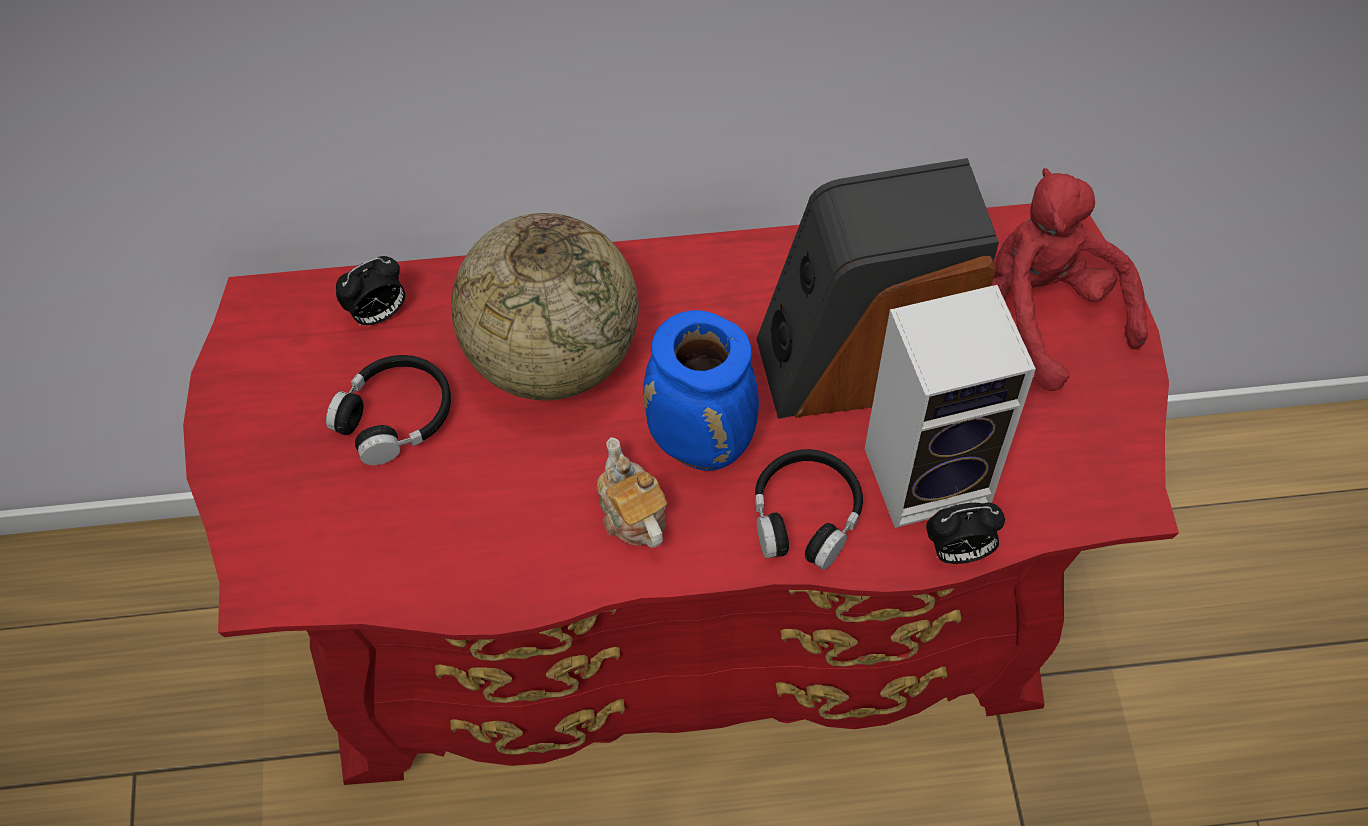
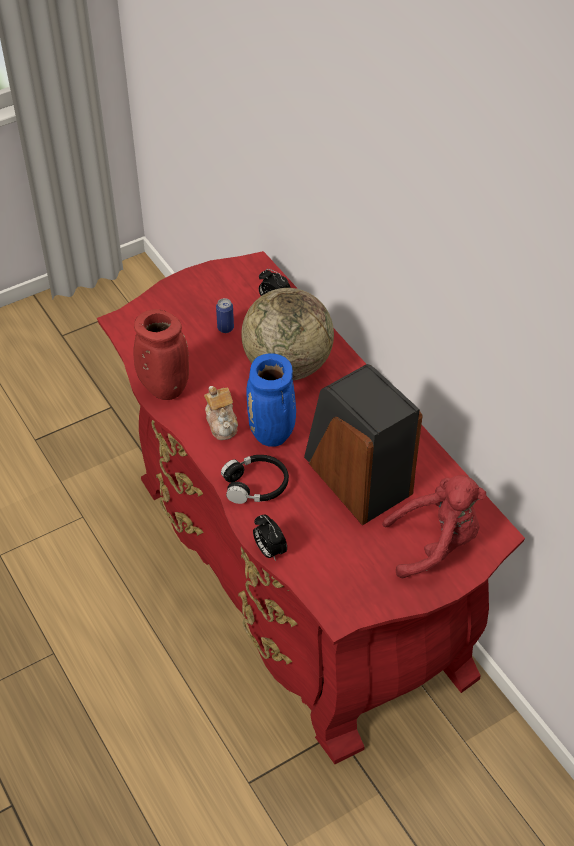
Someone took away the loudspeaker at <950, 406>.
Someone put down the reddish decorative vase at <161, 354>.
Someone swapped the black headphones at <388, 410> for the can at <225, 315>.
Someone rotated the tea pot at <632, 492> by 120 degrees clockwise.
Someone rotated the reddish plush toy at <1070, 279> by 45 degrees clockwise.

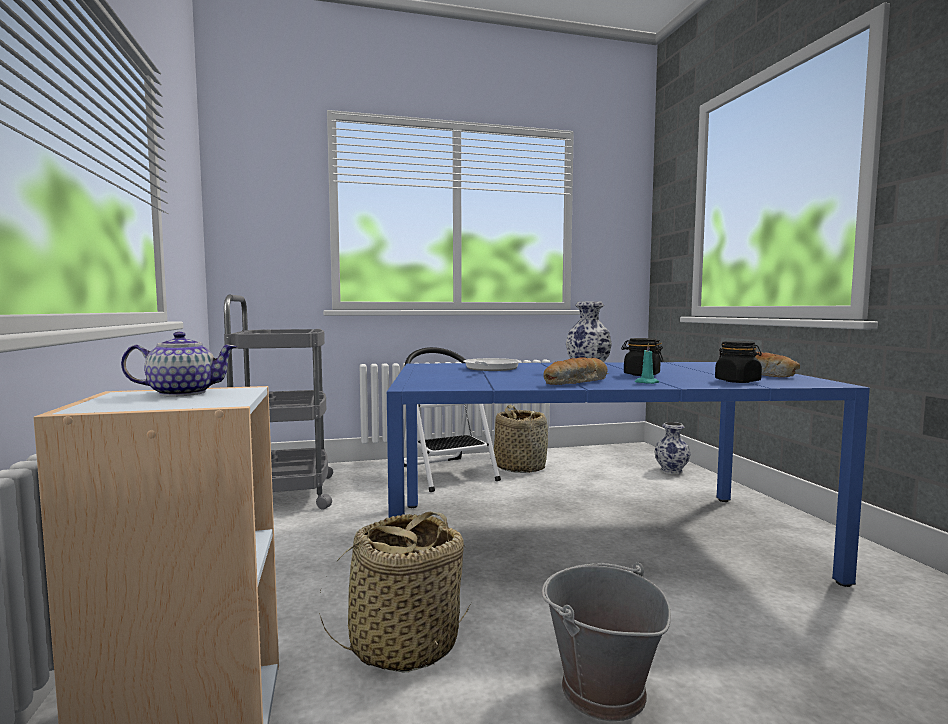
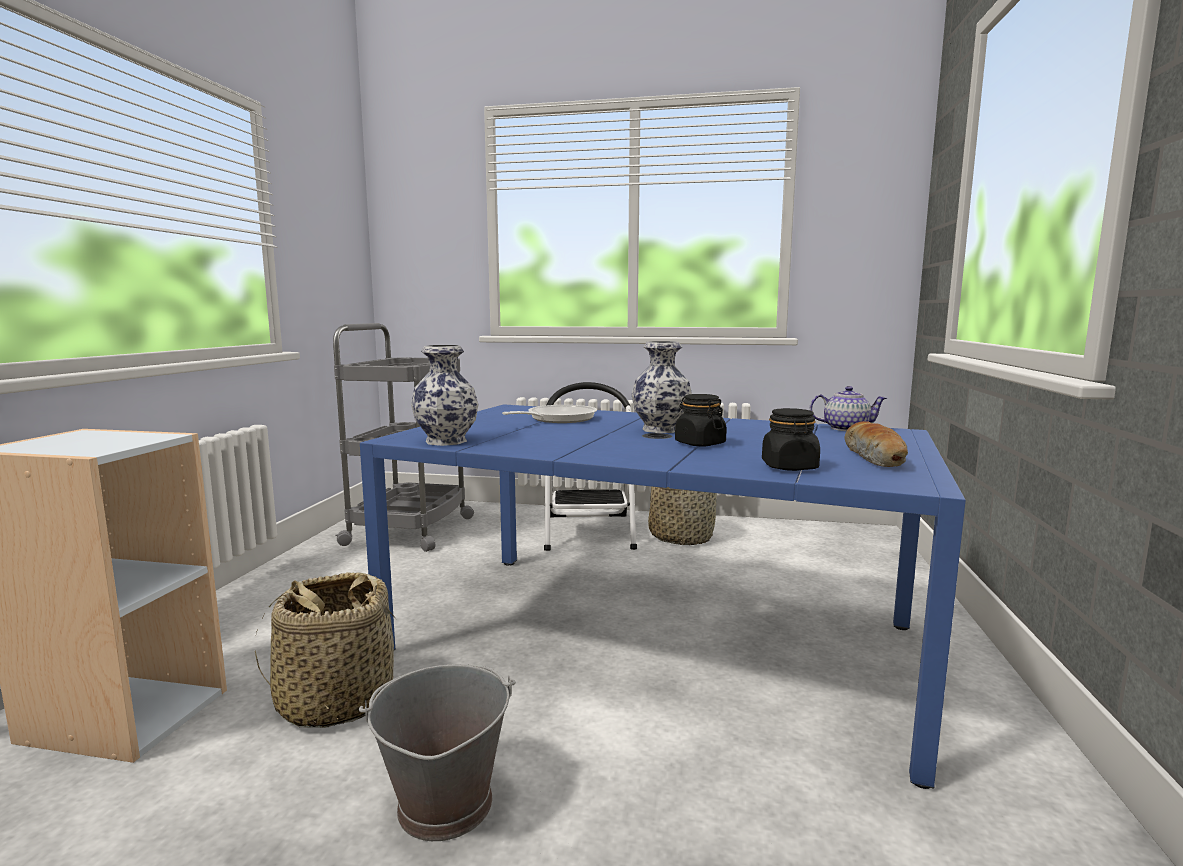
Someone took away the bakery bread at <575, 371>.
Someone took away the turquoise candle at <647, 363>.
Someone carried the tea pot from <179, 364> to <848, 408>.
Someone carried the decorative vase from <672, 448> to <445, 395>.

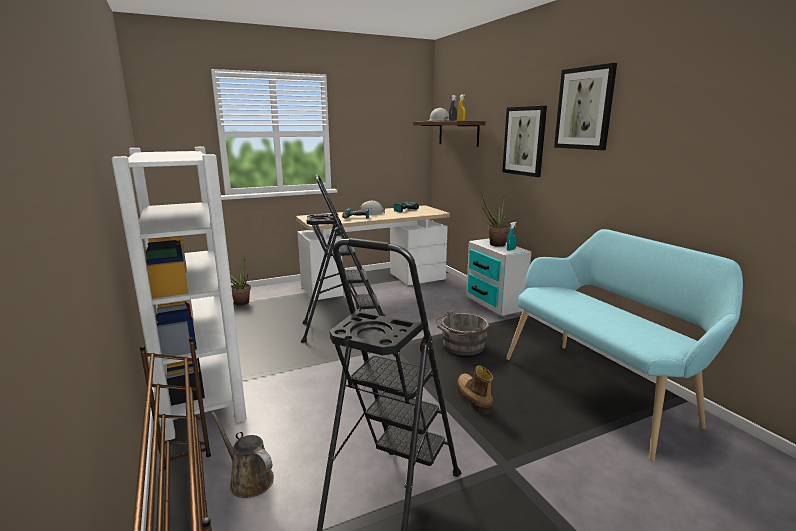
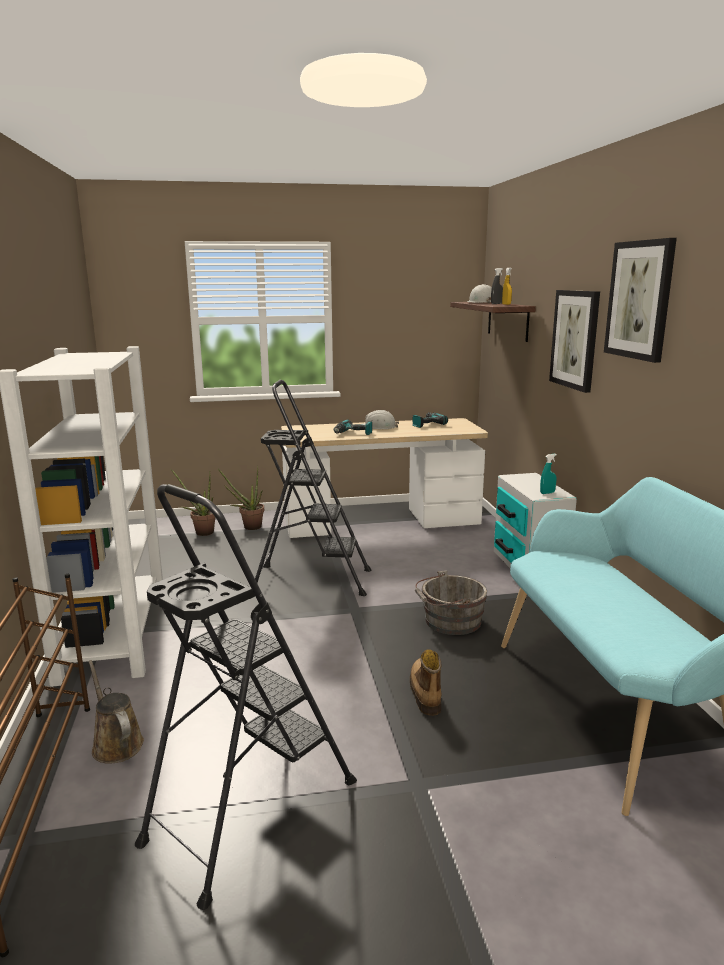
Someone carried the potted plant from <495, 219> to <241, 497>.

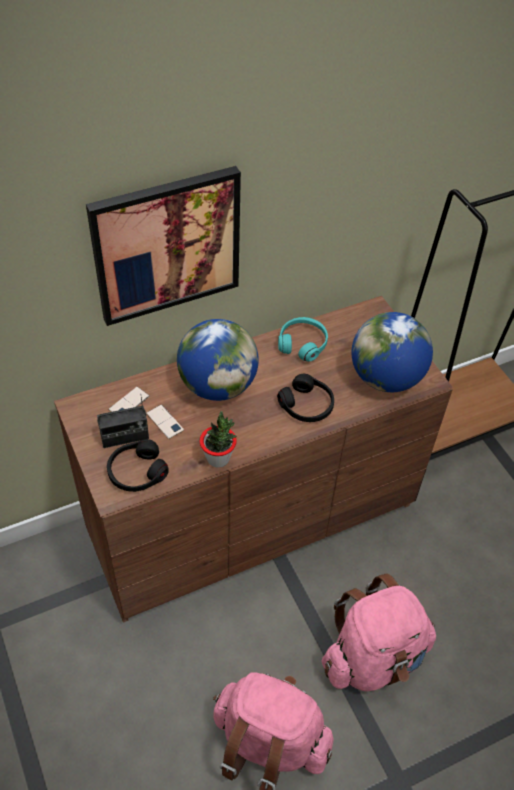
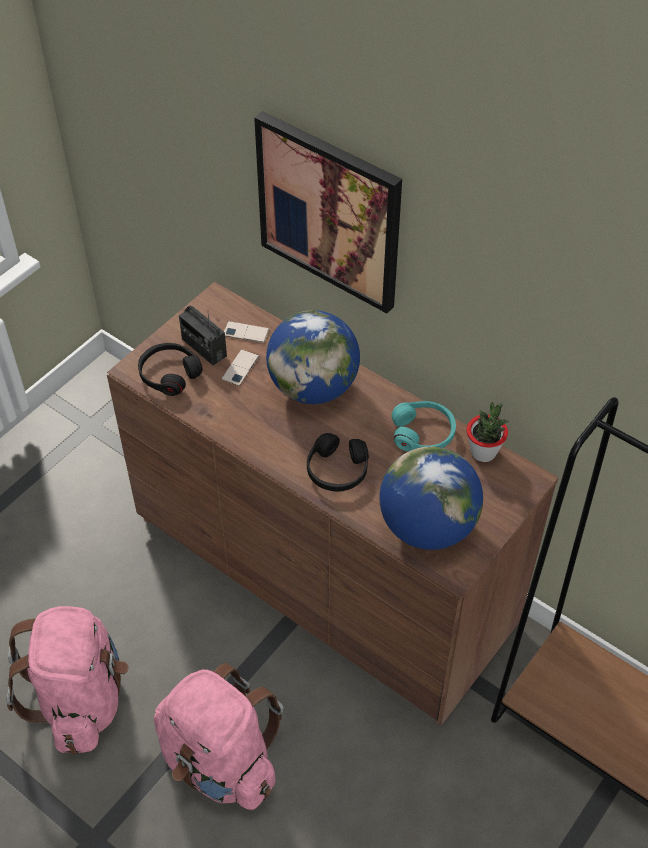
Someone carried the potted plant from <218, 439> to <487, 432>.

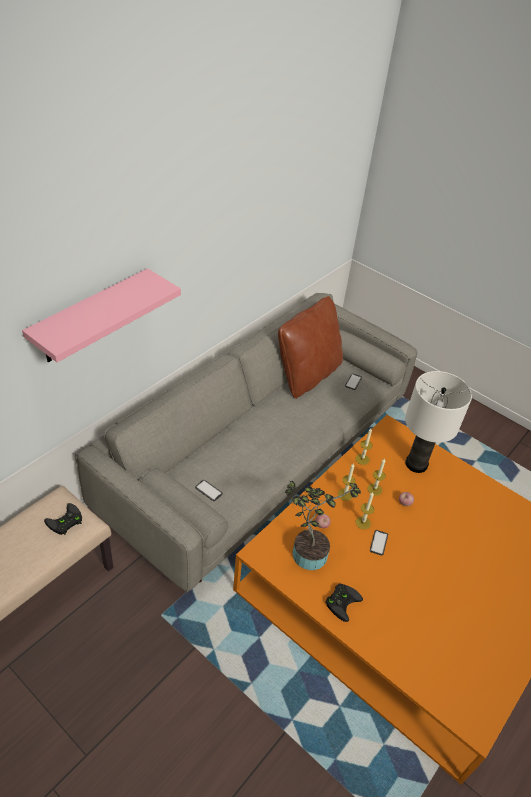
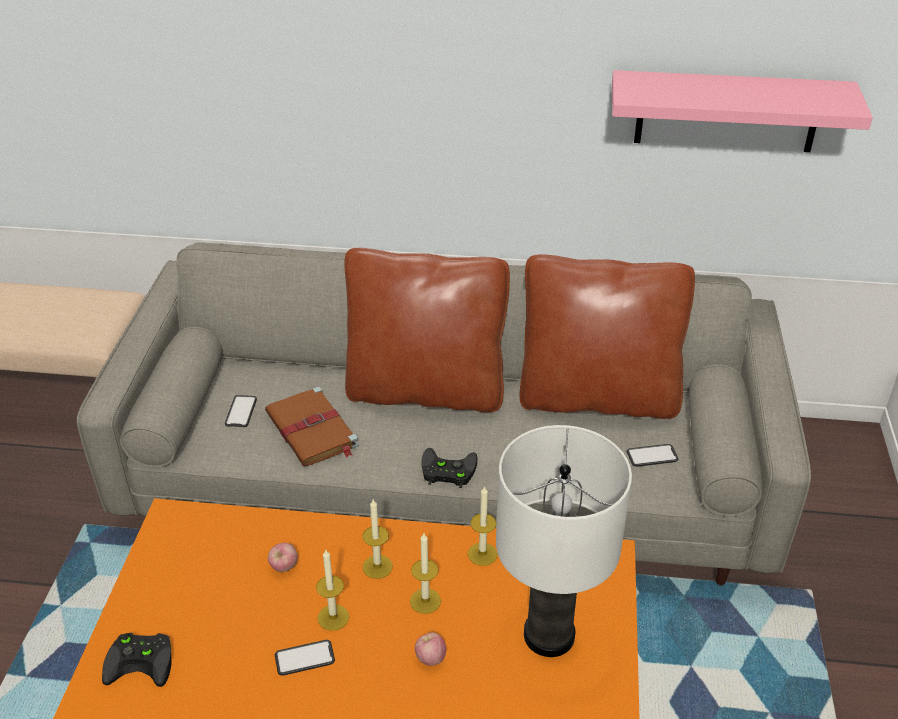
Someone took away the potted plant at <323, 525>.
Someone put down the brown-coloured book at <312, 426>.
Someone put down the brown-coloured throw pillow at <427, 330>.
Someone carried the pink-coloured bracket shelf from <101, 315> to <742, 111>.
Someone carried the black game controller from <63, 519> to <449, 468>.

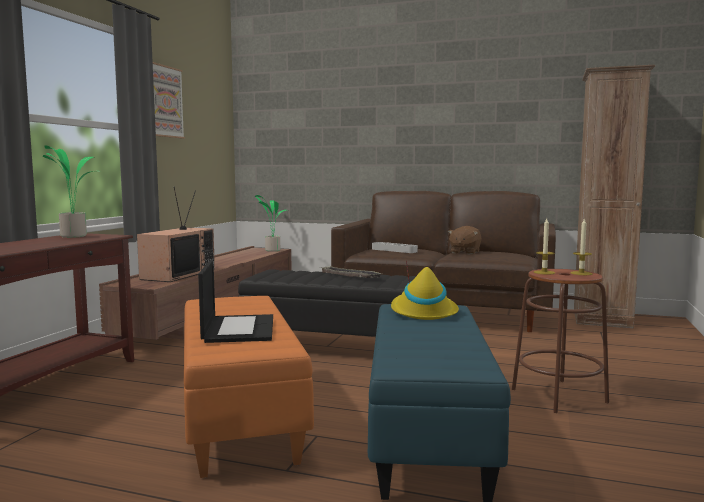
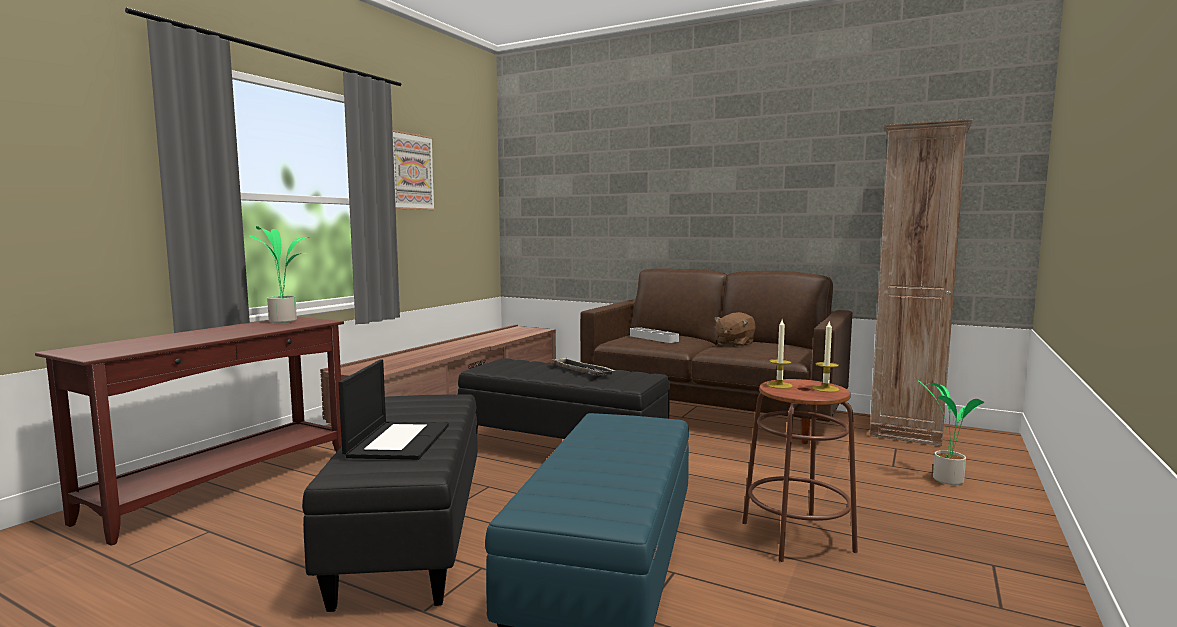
Someone took away the TV set at <176, 234>.
Someone took away the yellowish clothing hat at <425, 290>.
Someone carried the potted plant from <270, 223> to <951, 432>.
Someone repainted the orange-coloured pouffe at <249, 387>, which became the black pouffe at <390, 503>.

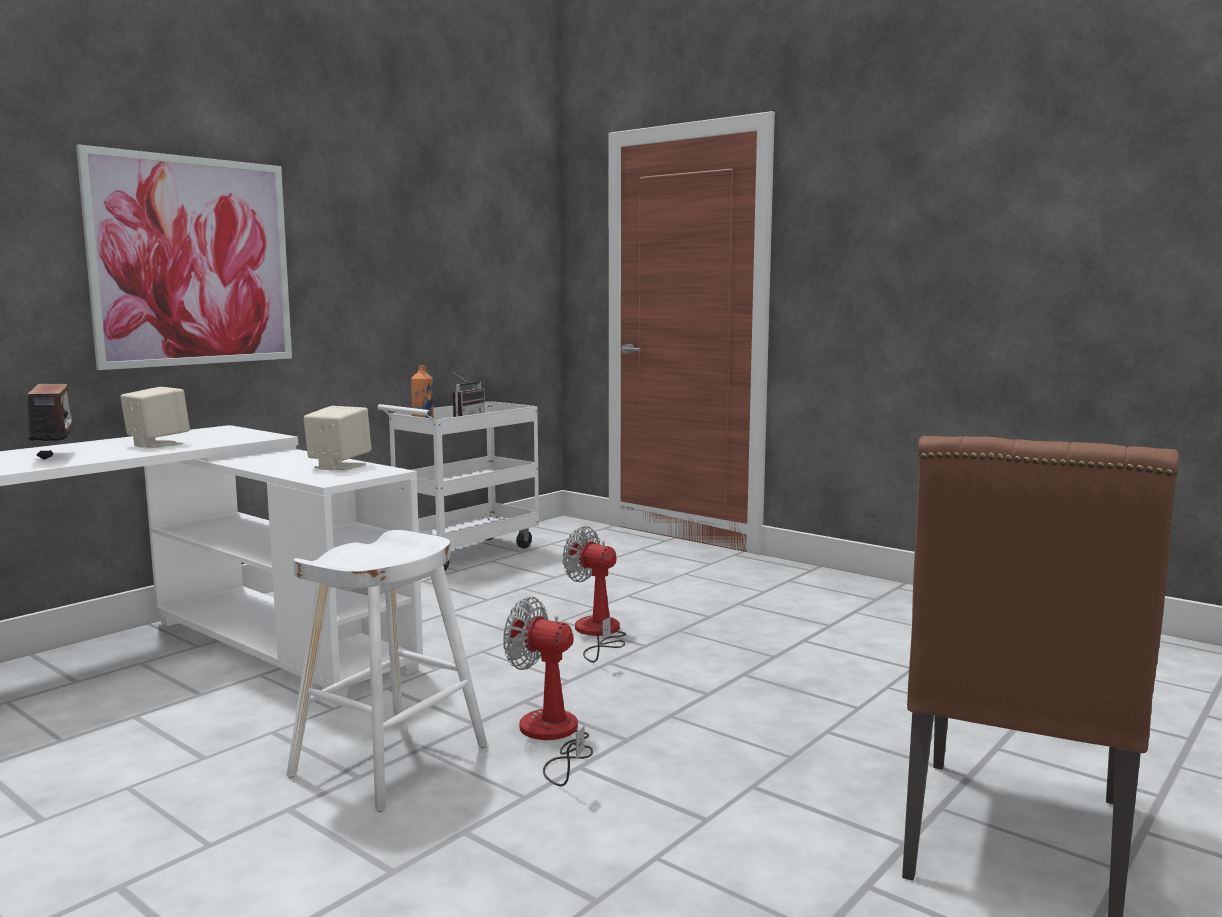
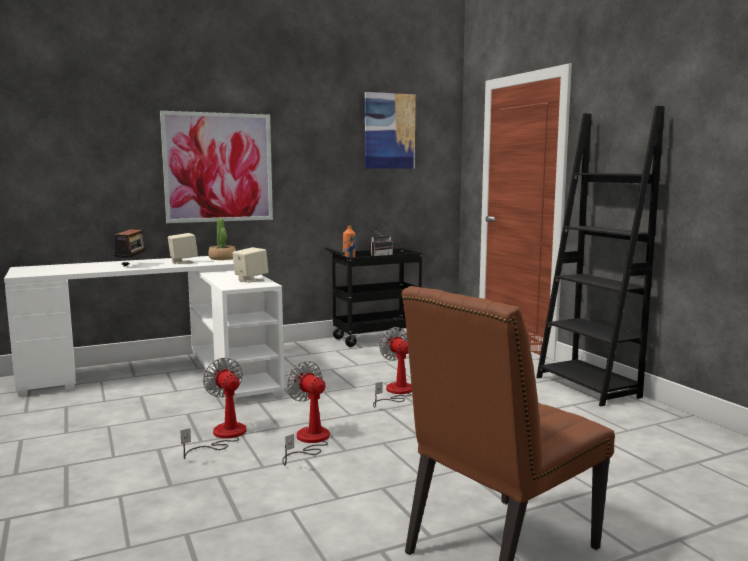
Someone put down the potted plant at <222, 239>.
Someone put up the wall art at <390, 130>.
Someone put down the black shelving unit at <600, 256>.
Someone swapped the white-coloured stool seat at <386, 671> for the electric fan at <213, 408>.
Someone repainted the white-coloured cart at <458, 485>, which became the black cart at <373, 297>.

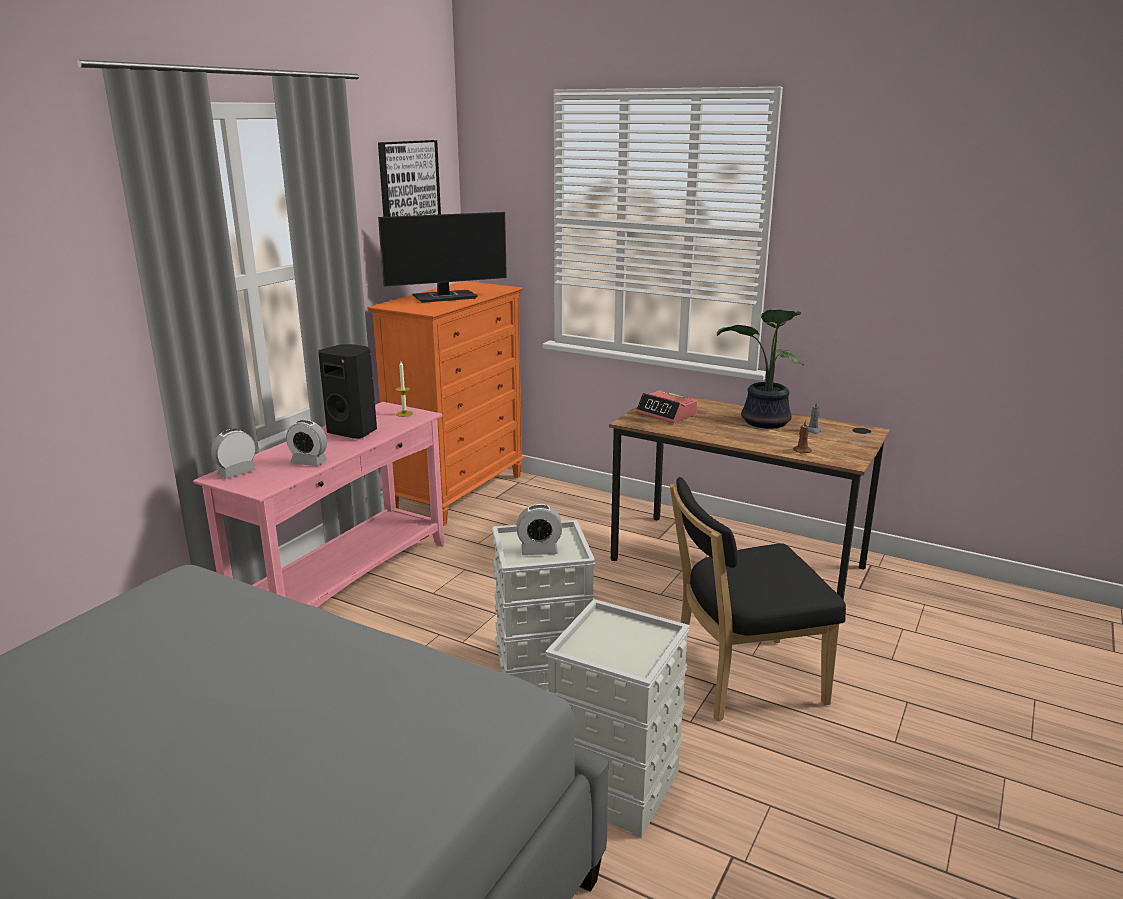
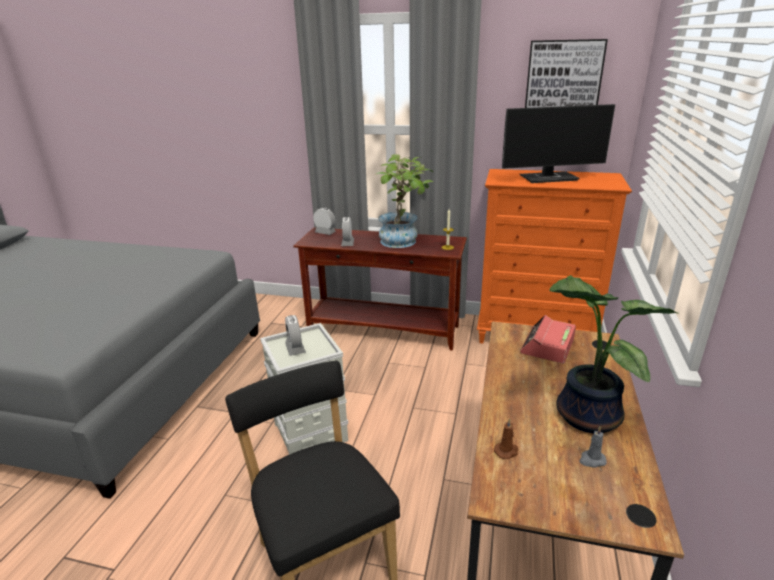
Someone took away the grey storage box at <617, 718>.
Someone swapped the black loudspeaker at <347, 391> for the potted plant at <404, 201>.
Someone repainted the pink-coloured hall table at <318, 504>, which became the brown-coloured hall table at <380, 289>.
Someone rotated the monitor at <442, 257> by 60 degrees counterclockwise.

